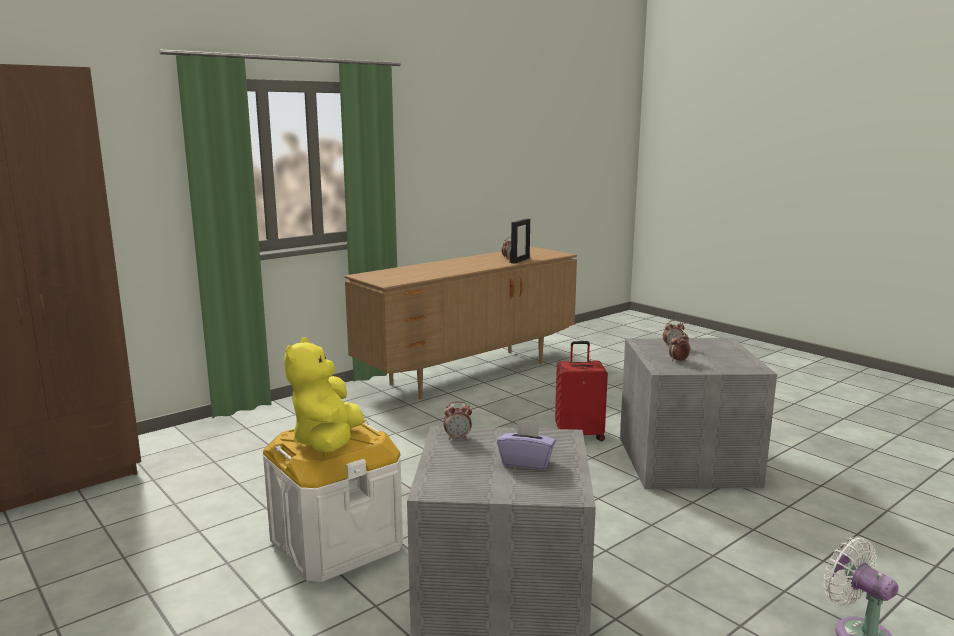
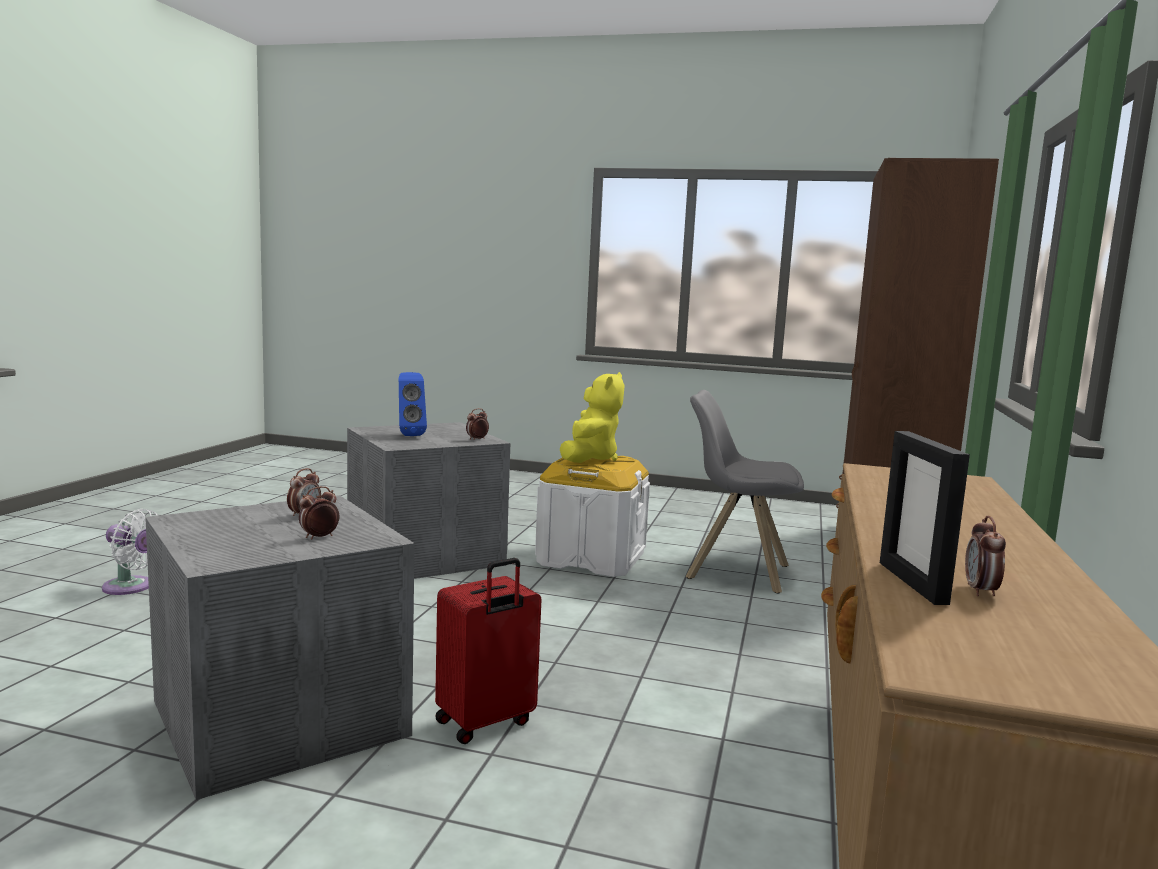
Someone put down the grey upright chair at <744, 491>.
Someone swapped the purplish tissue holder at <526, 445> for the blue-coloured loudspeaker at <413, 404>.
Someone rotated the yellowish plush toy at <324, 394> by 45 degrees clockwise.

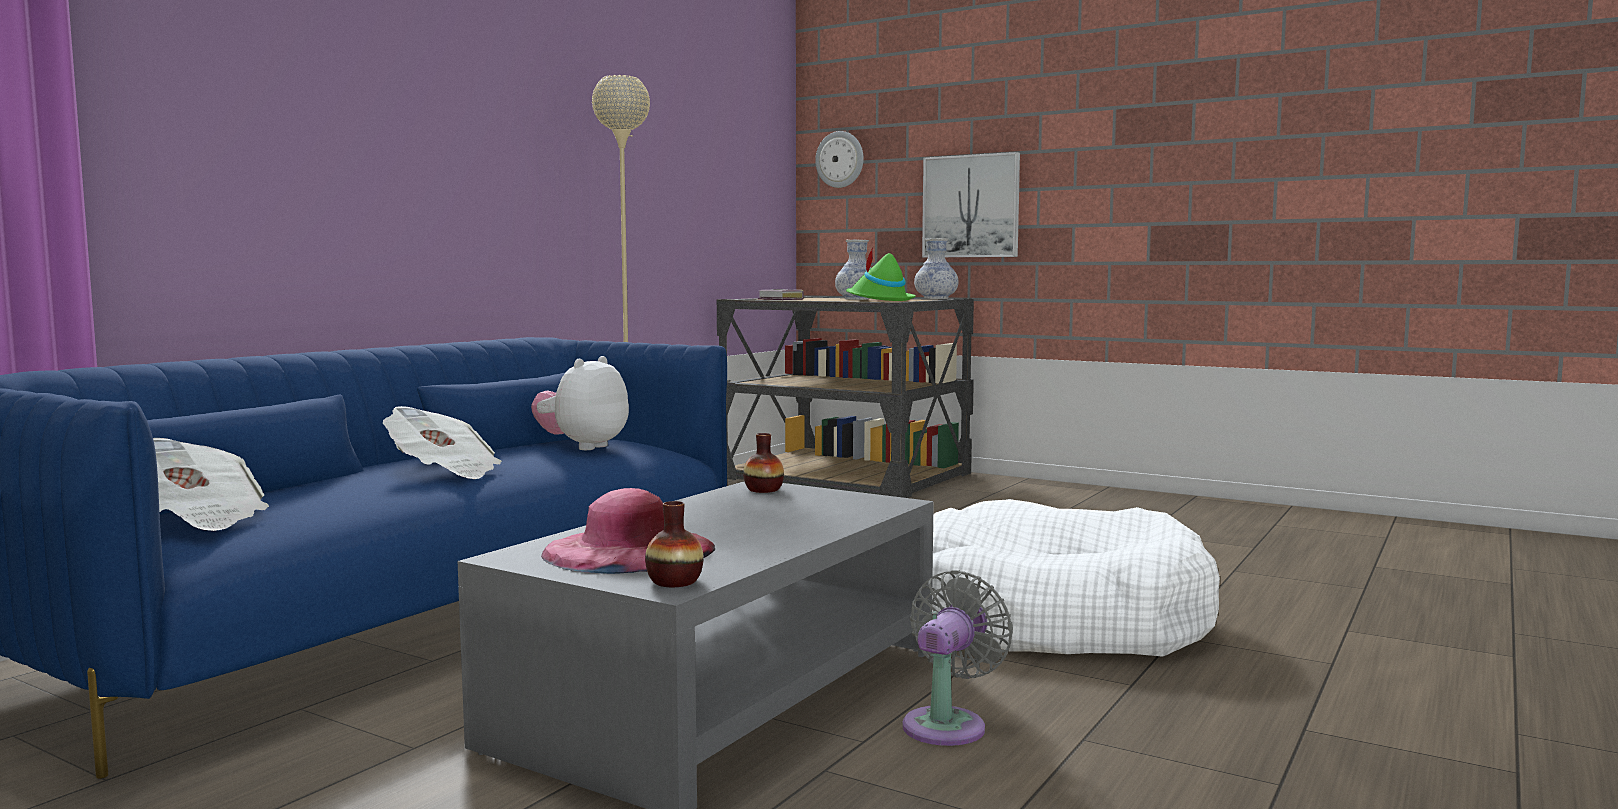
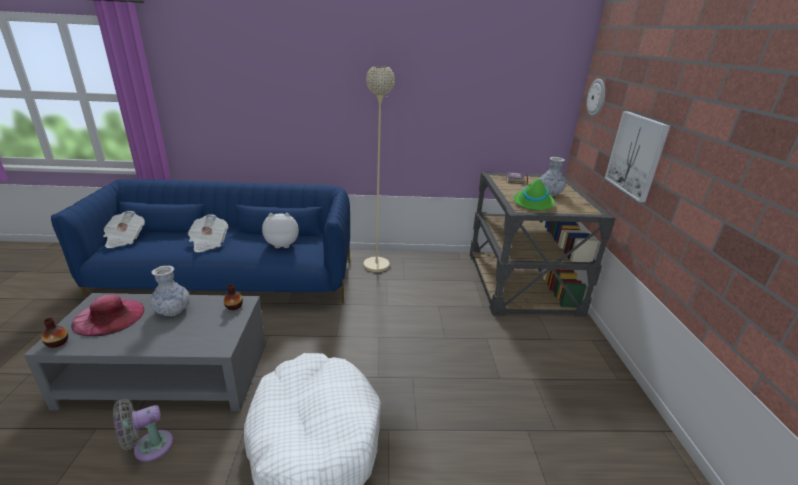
Someone carried the decorative vase from <936, 268> to <170, 291>.
Someone rotated the grey electric fan at <958, 658> by 150 degrees clockwise.

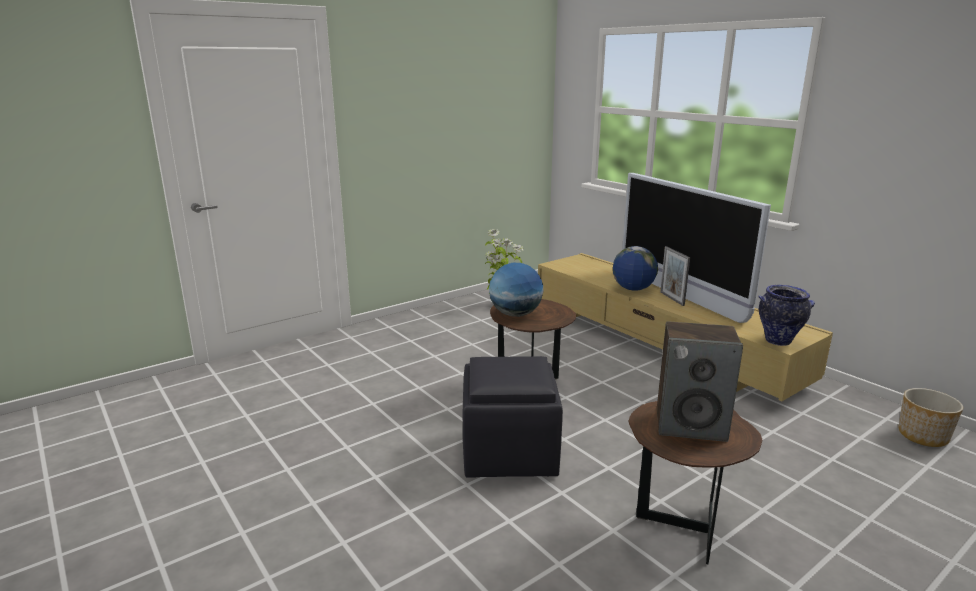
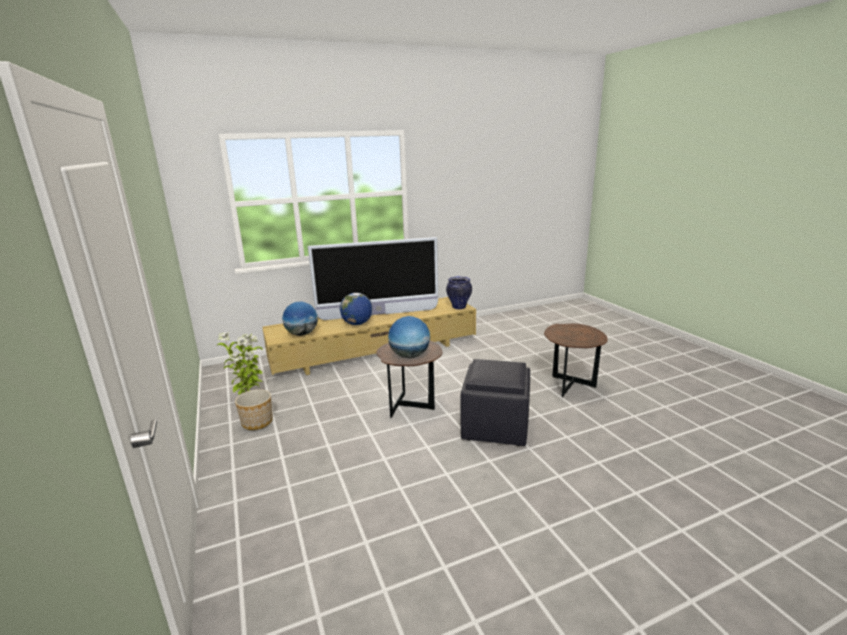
Someone took away the loudspeaker at <700, 381>.
Someone took away the photo frame at <675, 276>.
Someone put down the globe at <300, 318>.
Someone carried the planter from <931, 417> to <254, 409>.

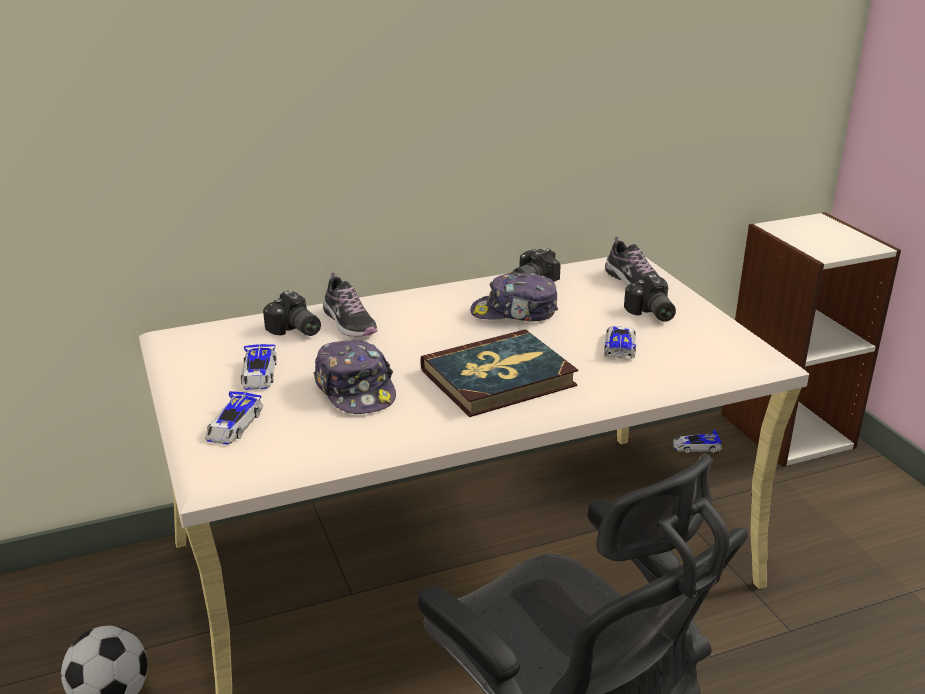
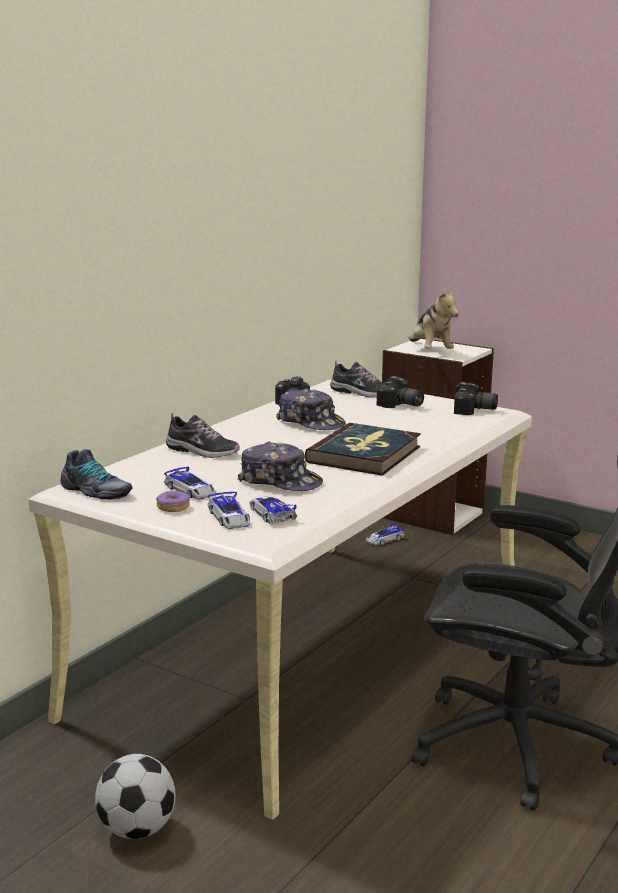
Someone put down the shoe at <96, 474>.
Someone put down the ring doughnut at <173, 501>.
Someone put down the plush toy at <433, 319>.
Someone carried the photo camera from <292, 313> to <476, 398>.
Someone carried the model car from <620, 342> to <273, 510>.
Someone rotated the peaked cap at <514, 296> by 105 degrees counterclockwise.

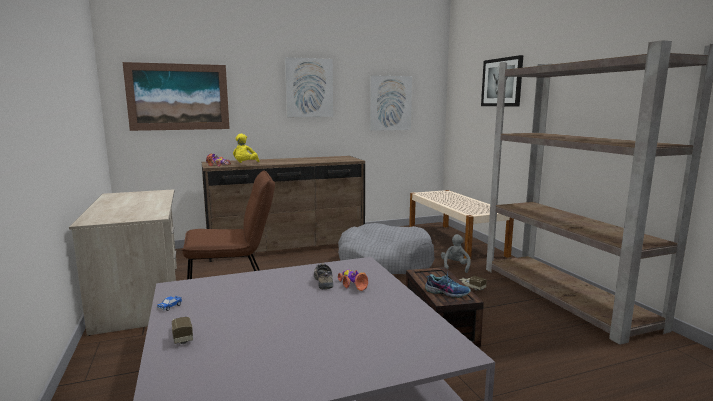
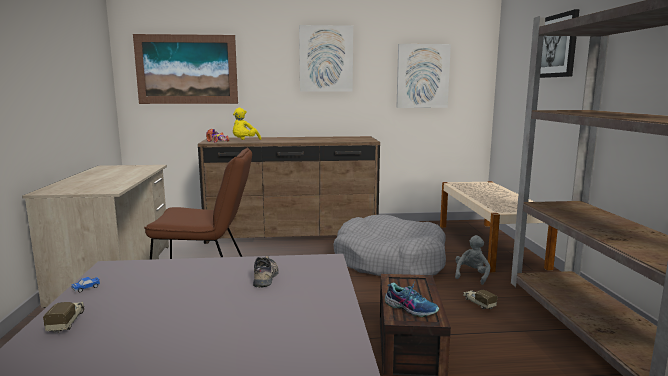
Someone took away the model car at <353, 280>.

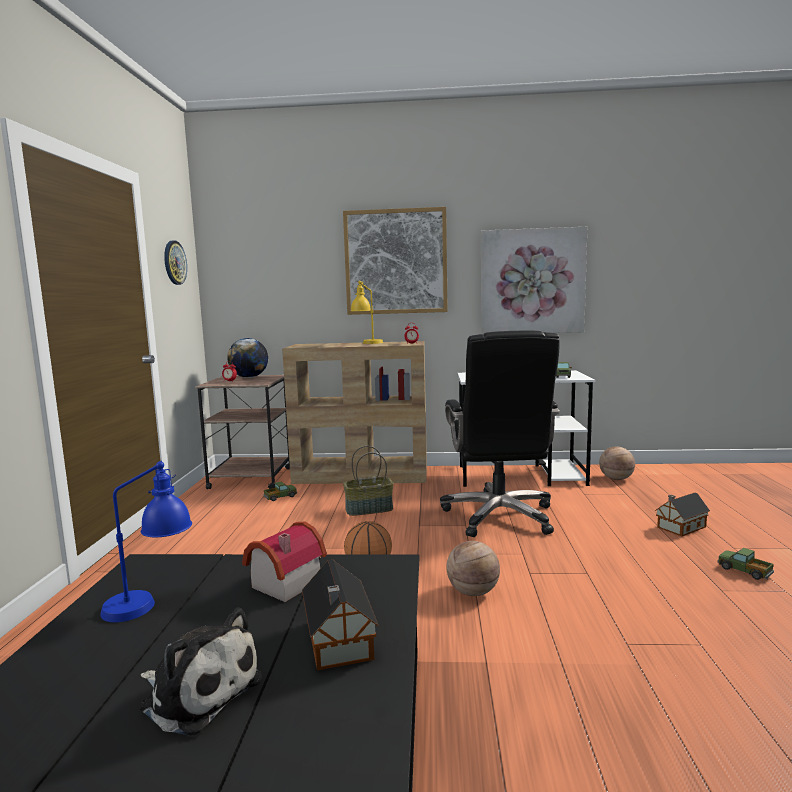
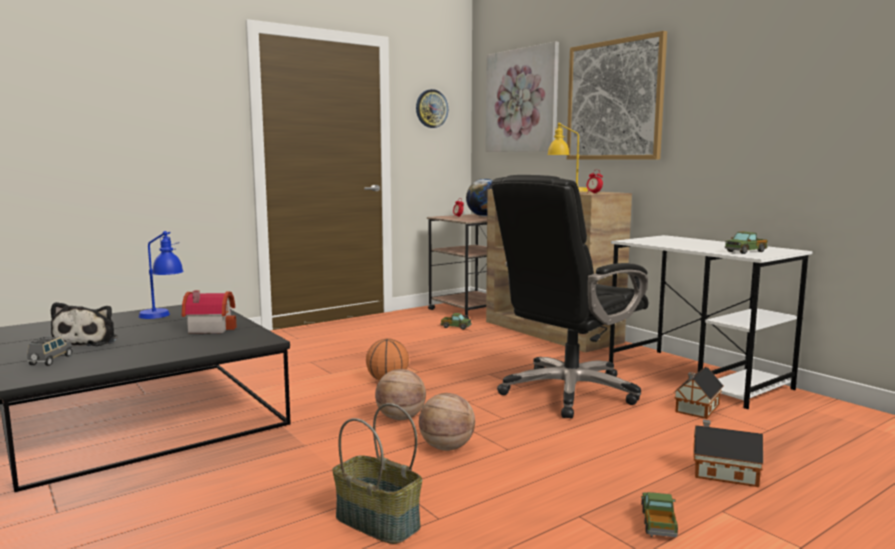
Someone put down the grey model car at <50, 351>.
Someone carried the miniature house from <340, 615> to <698, 393>.
Someone carried the household basket from <368, 481> to <377, 473>.
Someone carried the wall art from <534, 280> to <522, 96>.
Someone carried the basketball from <617, 463> to <447, 422>.

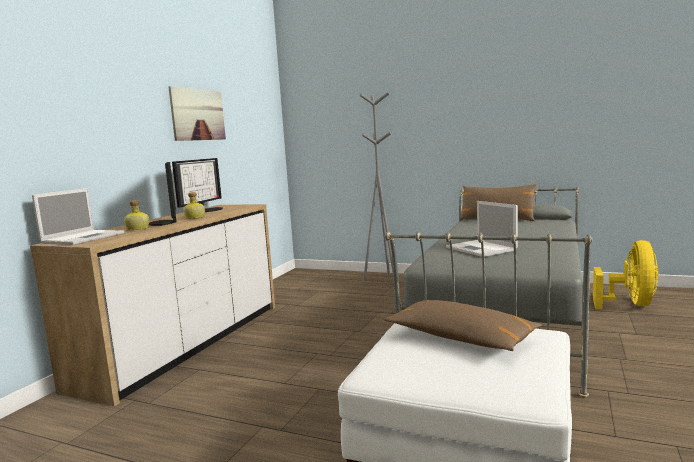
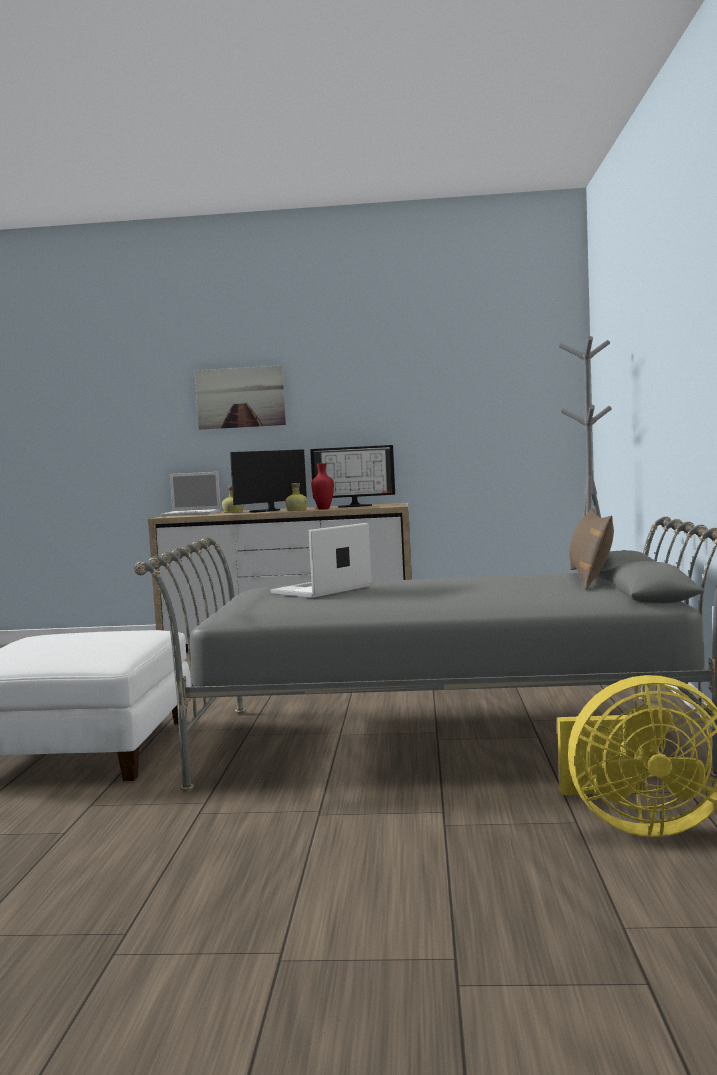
Someone took away the brown-coloured throw pillow at <463, 325>.
Someone put down the reddish decorative vase at <322, 486>.
Someone carried the wall art from <197, 113> to <240, 397>.

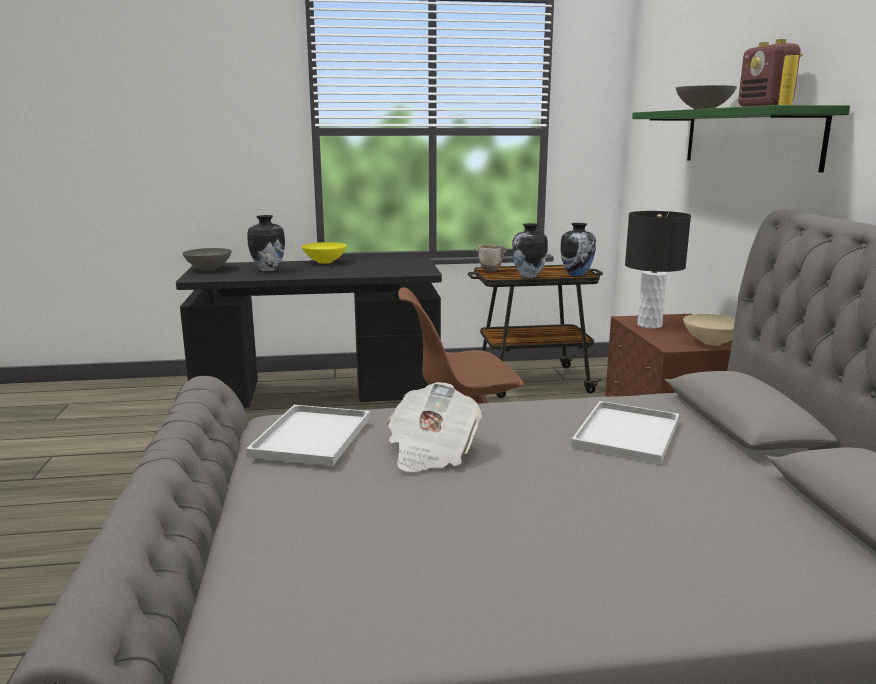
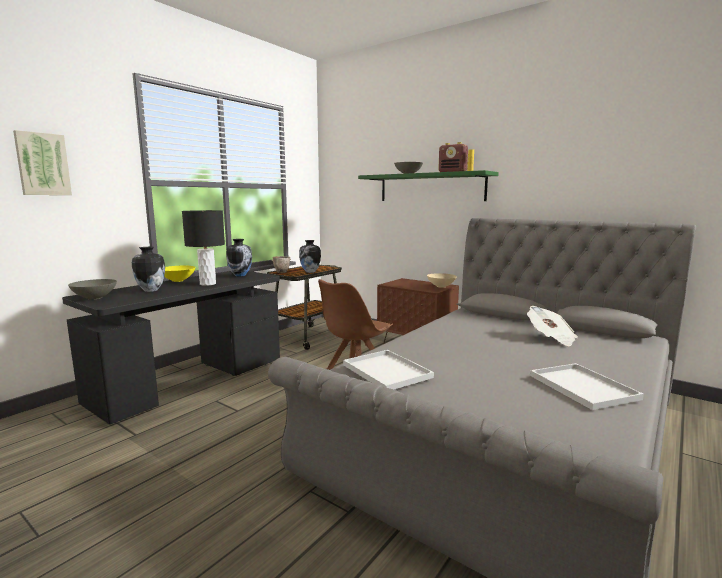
Someone put up the wall art at <42, 162>.
Someone carried the newspaper from <435, 427> to <552, 326>.
Someone carried the decorative vase from <578, 249> to <239, 258>.
Someone carried the white-coloured carrying tray from <625, 432> to <587, 386>.
Someone carried the black lamp for a table from <658, 270> to <203, 248>.

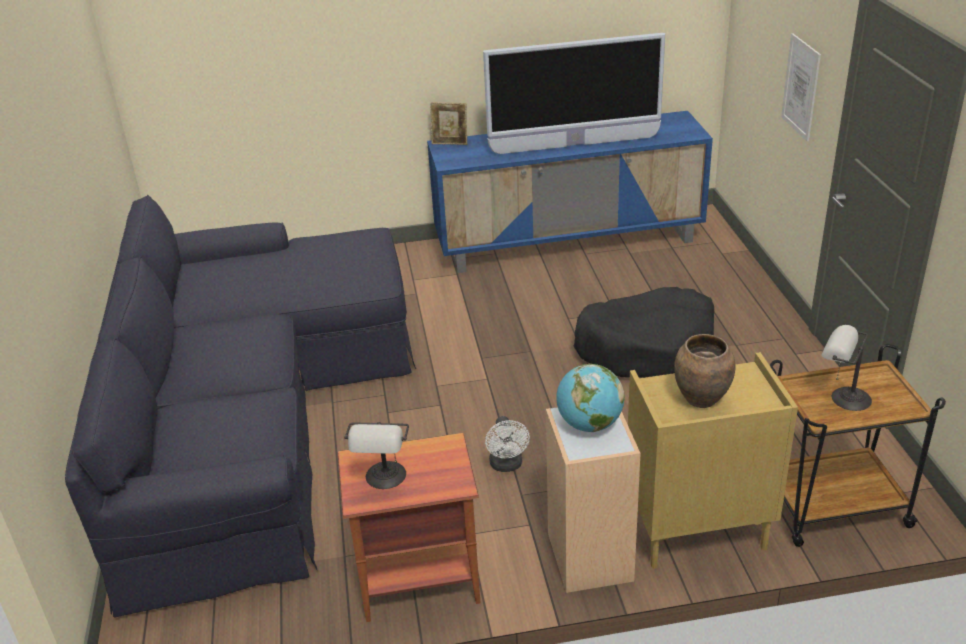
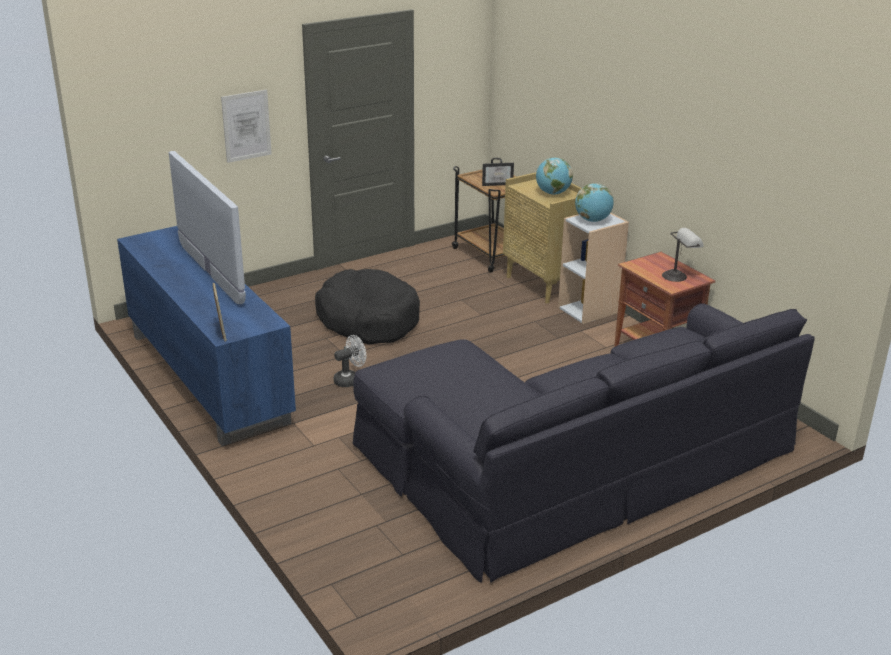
Someone carried the white-coloured electric fan from <507, 444> to <350, 361>.
Someone swapped the brown-coloured decorative vase at <704, 371> for the globe at <554, 176>.
Someone swapped the lamp for a table at <847, 368> for the photo frame at <498, 174>.

